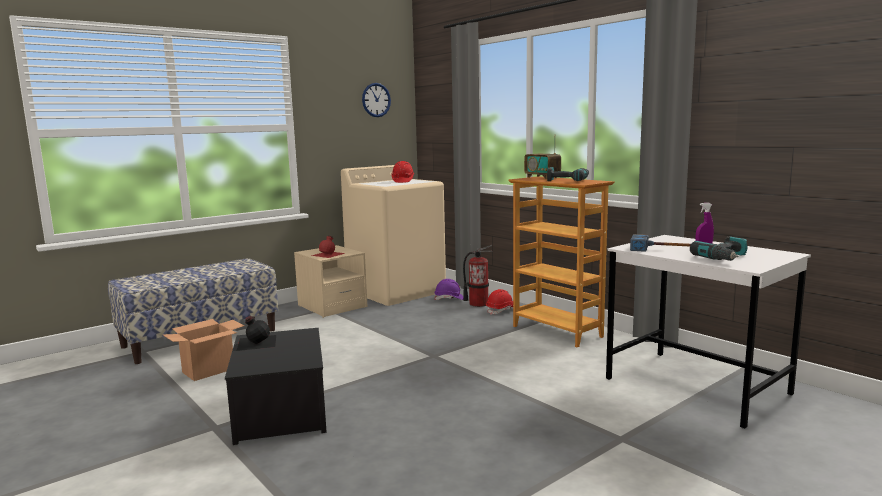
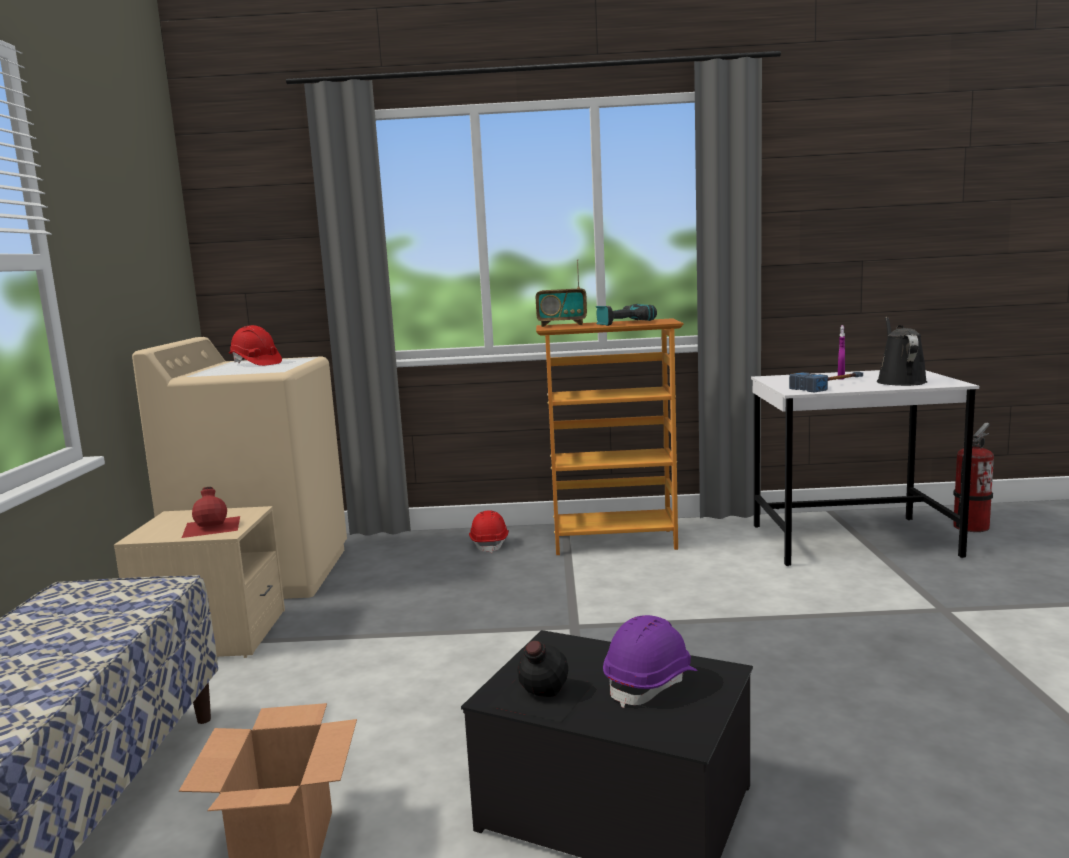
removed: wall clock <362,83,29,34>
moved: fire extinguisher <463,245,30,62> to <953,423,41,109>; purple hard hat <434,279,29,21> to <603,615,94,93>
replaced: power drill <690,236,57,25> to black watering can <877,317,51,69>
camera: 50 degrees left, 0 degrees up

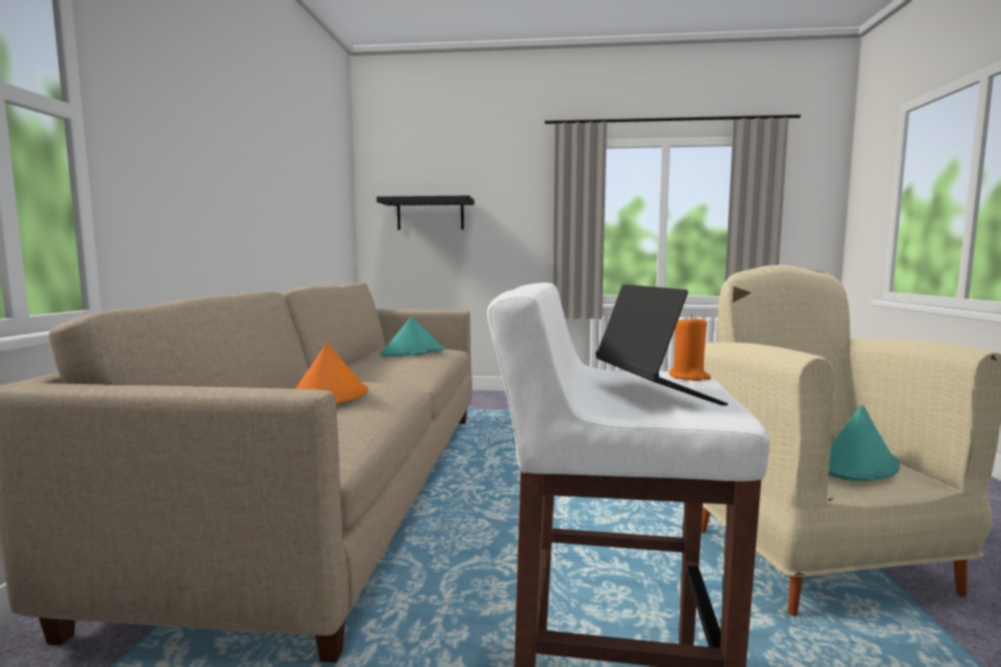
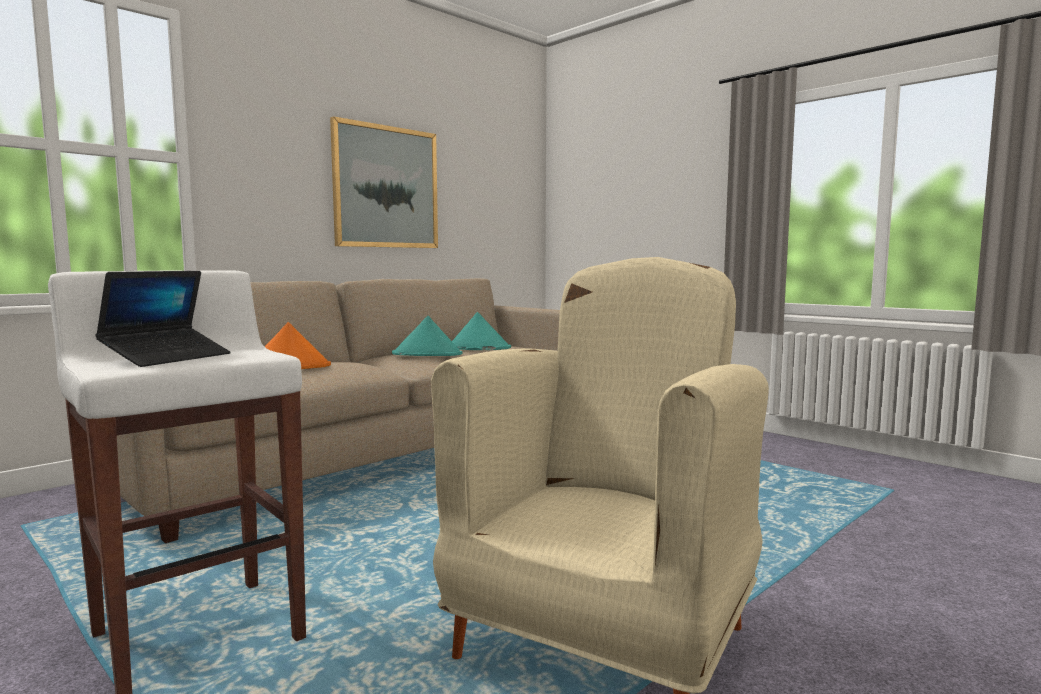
removed: black shelf <376,196,98,34>; orange candle <669,314,42,67>
added: picture <330,116,108,132>
moved: turquoise hat <829,405,71,76> to <392,316,70,40>
camera: 40 degrees right, 0 degrees up

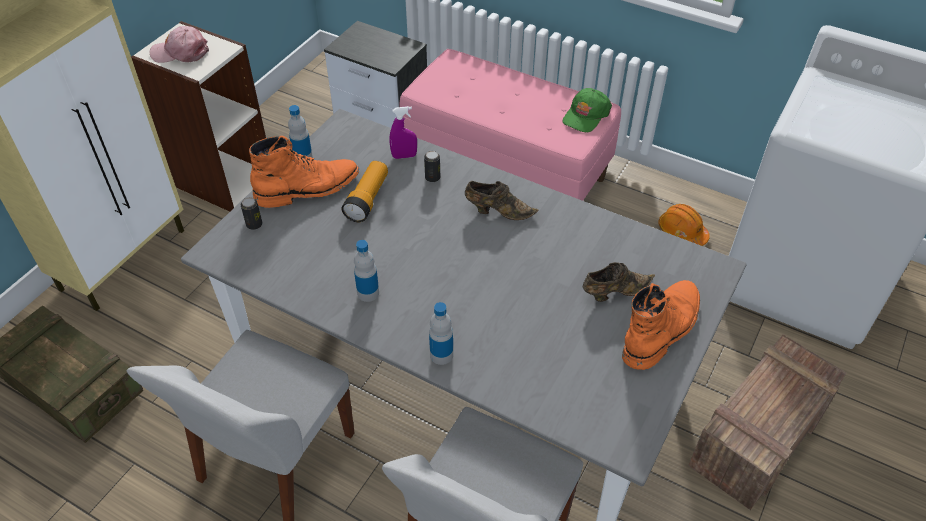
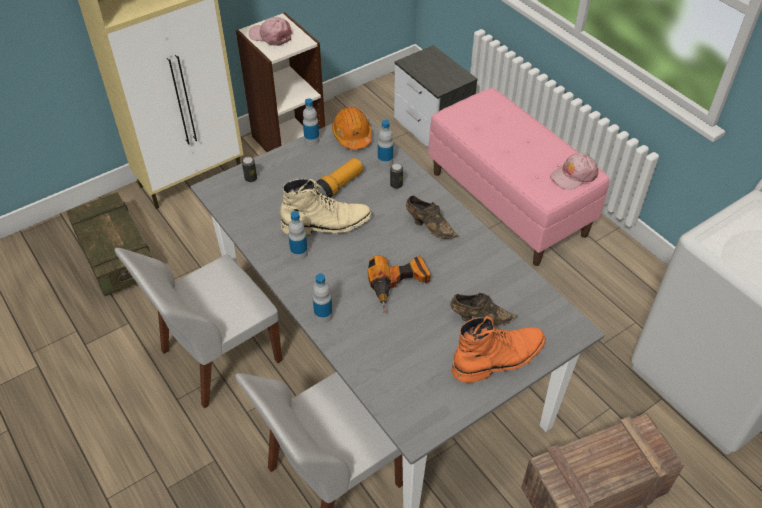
removed: orange boot <249,136,110,72>
added: beige boot <280,179,92,57>; power drill <368,255,63,58>
moved: orange hard hat <658,204,52,42> to <332,107,40,42>
replaced: purple spray bottle <390,106,27,53> to bottle <378,120,15,47>
recoloured: green cap <563,88,49,44> to pink cap <550,152,49,38>
camera: 25 degrees right, 0 degrees up

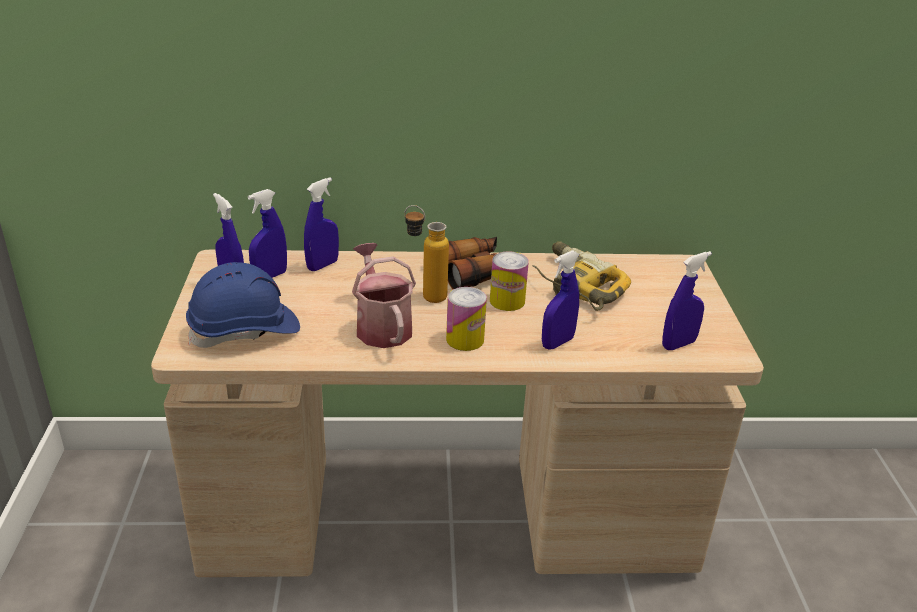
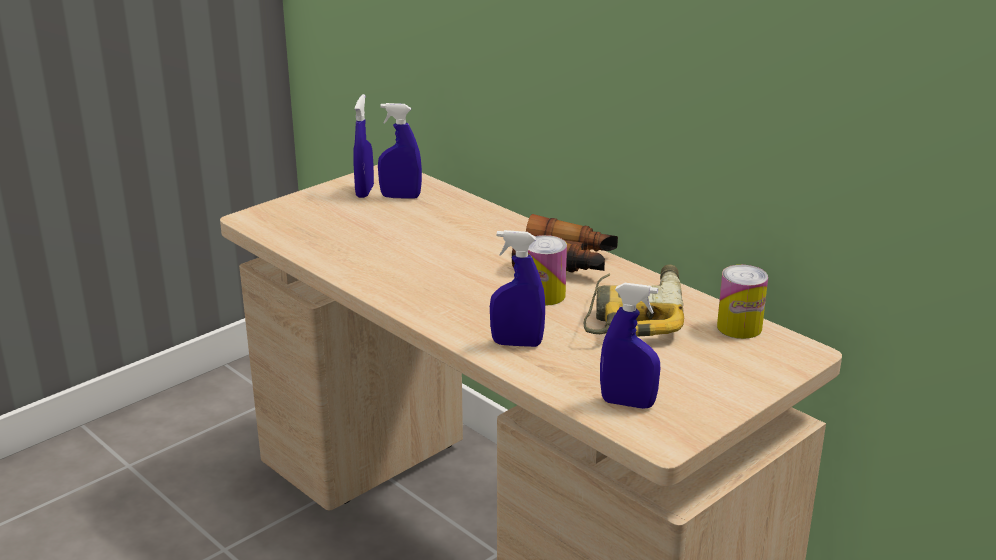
removed: blue spray bottle <304,178,35,93>; bottle <404,205,45,98>; watering can <352,243,64,105>; blue hard hat <186,262,114,86>
moved: can <446,287,41,64> to <717,265,51,74>
camera: 50 degrees right, 5 degrees down

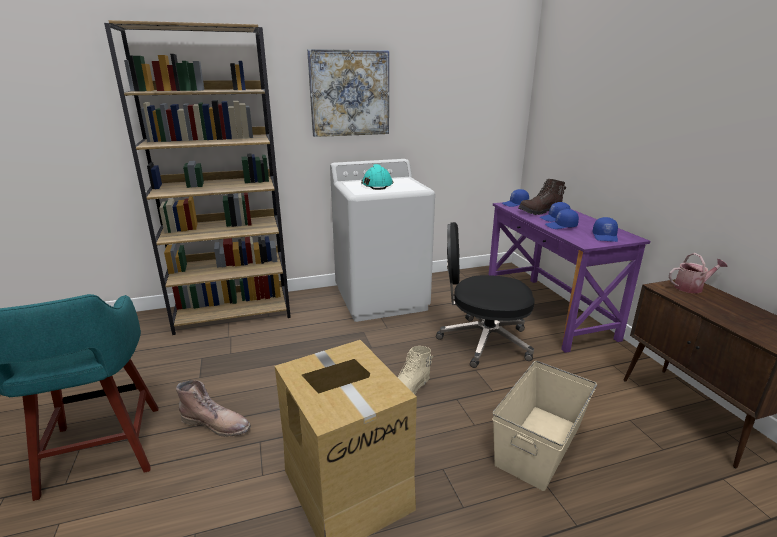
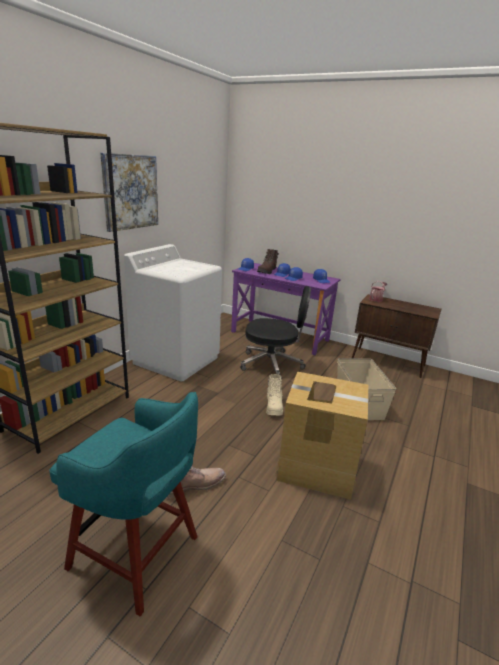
removed: turquoise hard hat <361,164,33,26>
turned: black office chair <436,222,99,146> = <240,286,71,94> 135 degrees counterclockwise
camera: 45 degrees left, 0 degrees up

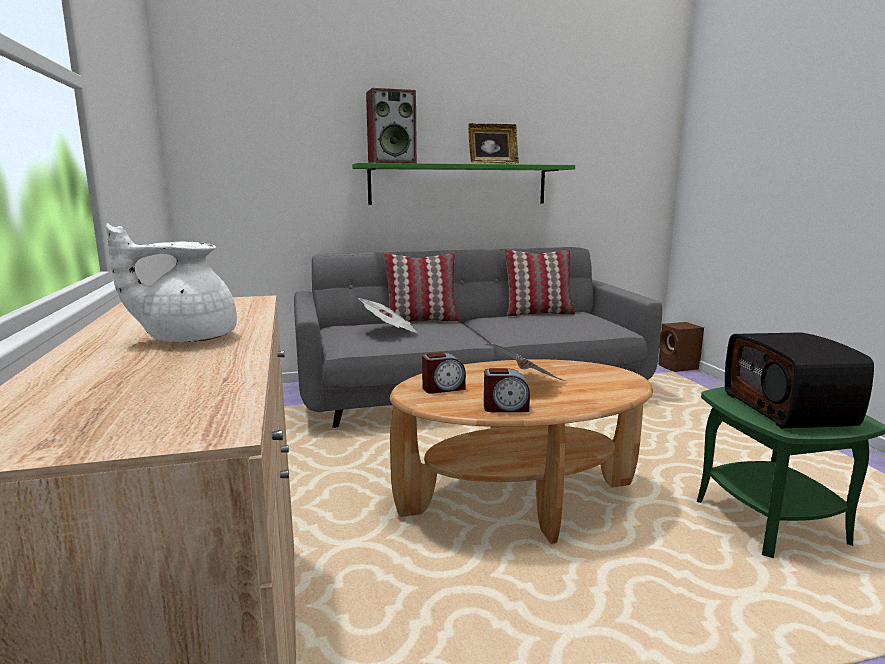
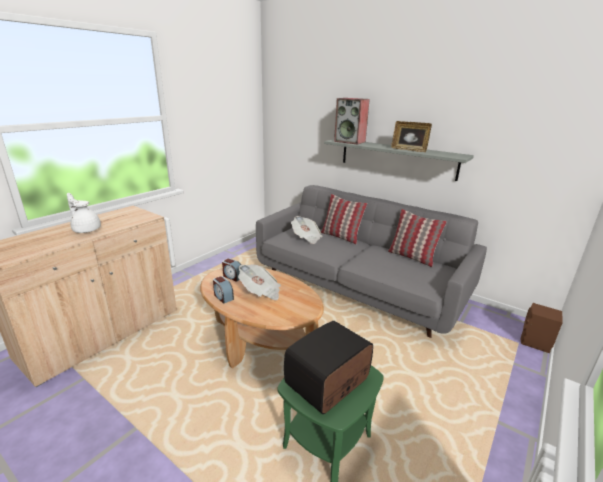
recoloured: green shelf <352,163,223,42> to grey shelf <324,139,150,42>
camera: 50 degrees right, 10 degrees up

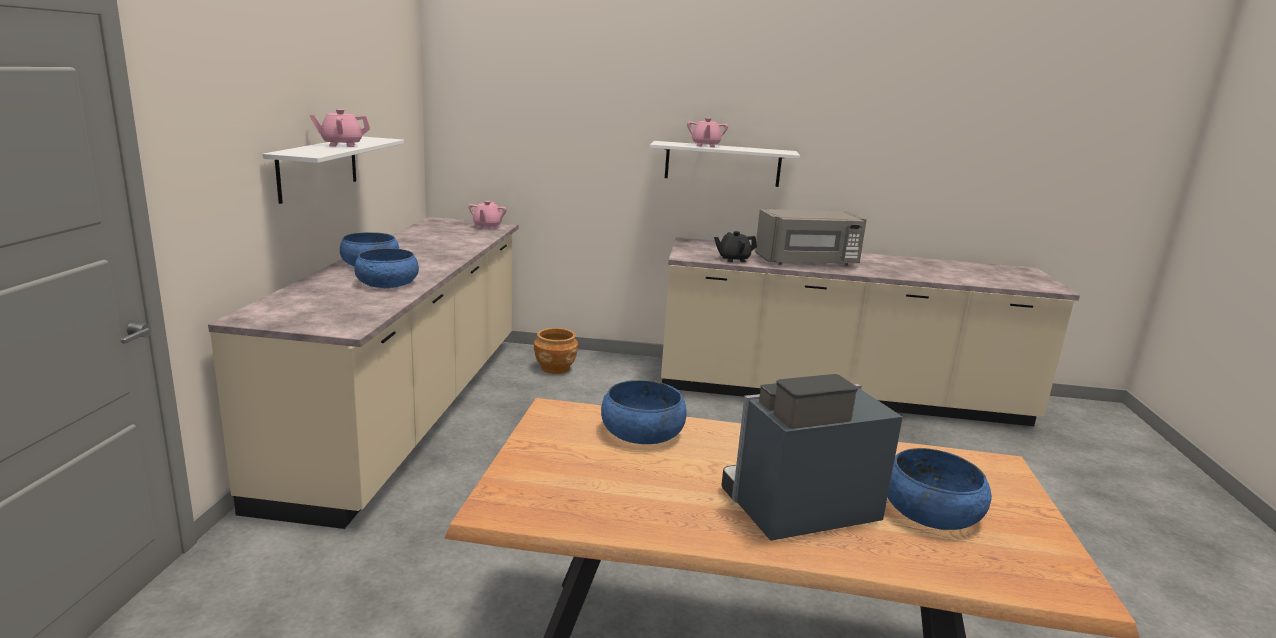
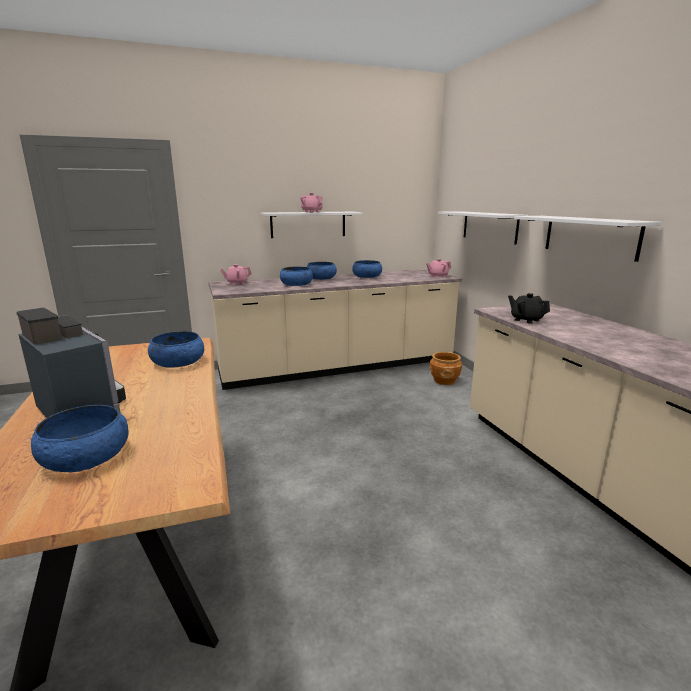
removed: grey microwave <755,209,112,57>
added: white shelf <438,211,90,34>; blue bowl <352,260,30,18>
moved: pink teapot <687,118,41,29> to <220,264,32,21>
camera: 65 degrees right, 0 degrees up

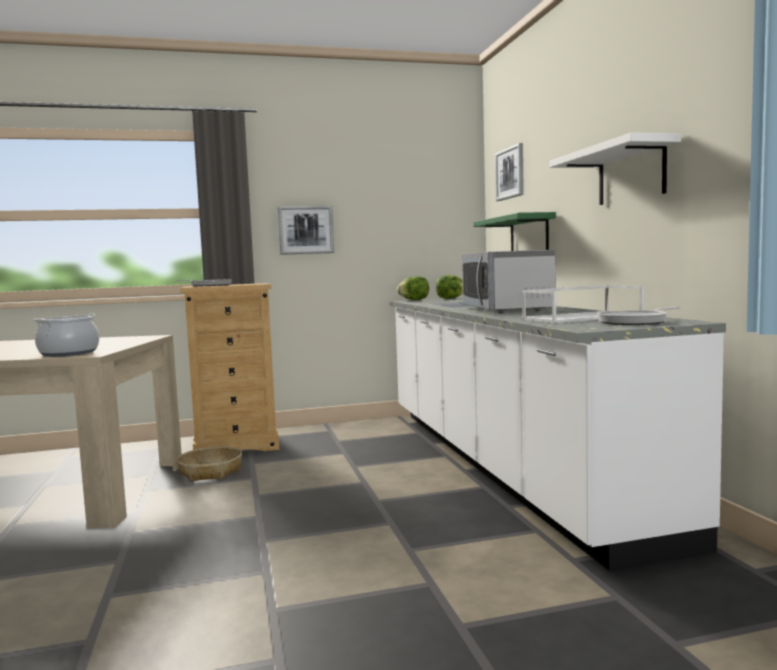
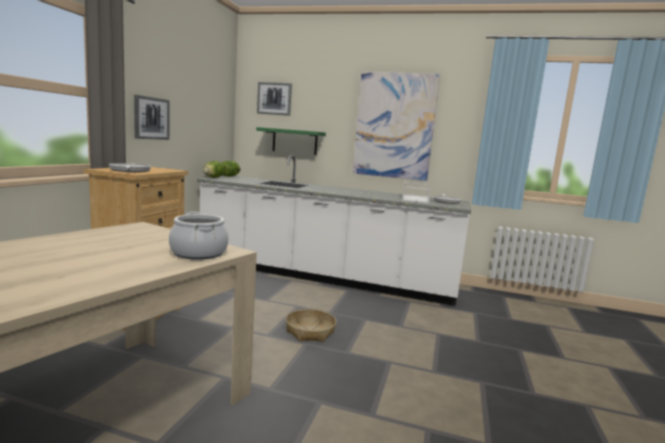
removed: microwave <462,250,93,63>
moved: basket <177,446,65,36> to <286,309,50,33>
replaced: white shelf <550,132,131,73> to picture <353,71,87,110>
camera: 60 degrees left, 5 degrees up

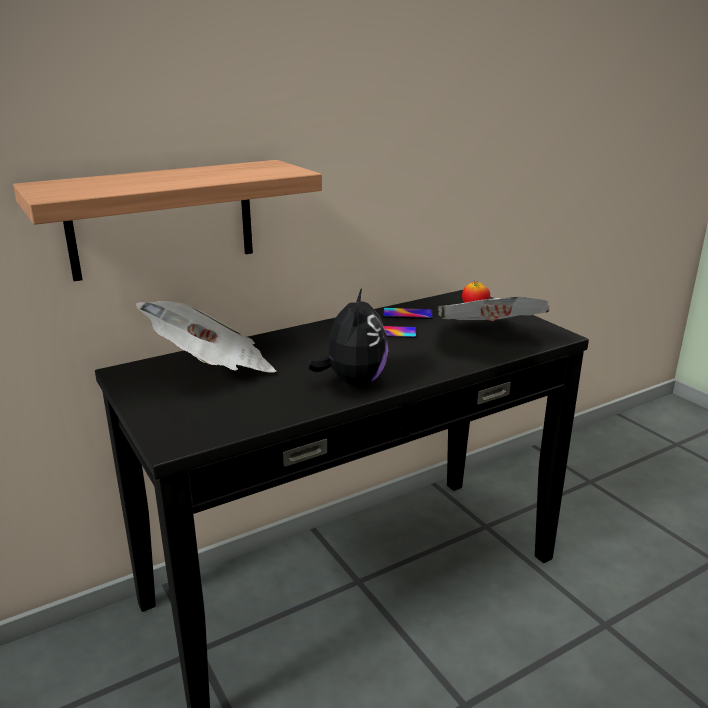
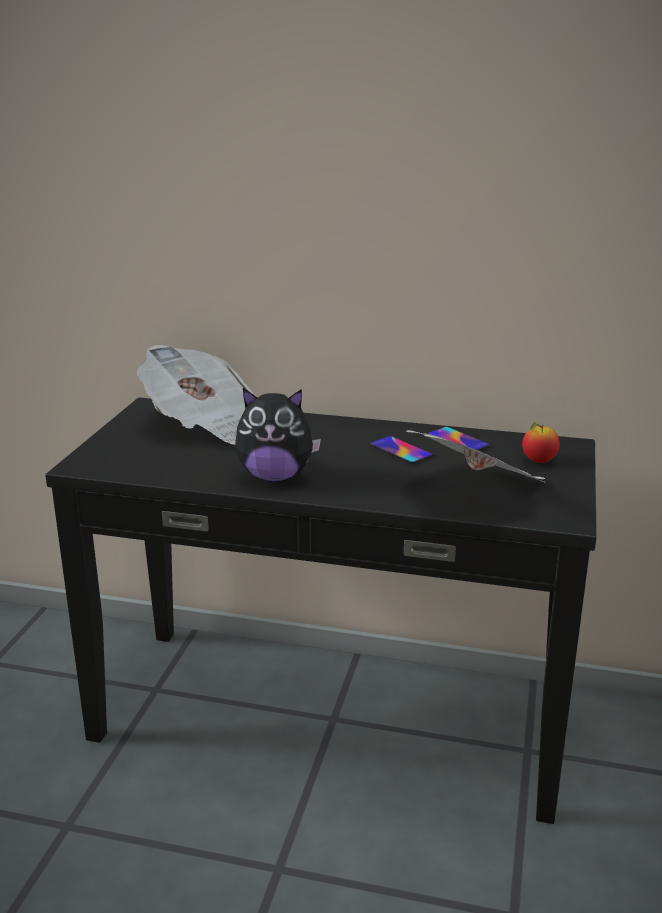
removed: shelf <13,160,309,121>
turned: plush toy <307,288,81,98> = <235,388,86,94> 45 degrees clockwise
camera: 45 degrees right, 0 degrees up

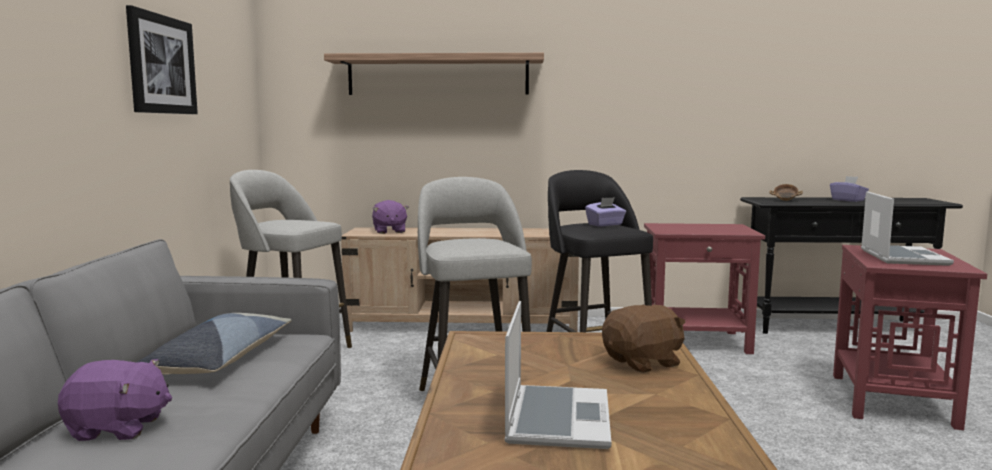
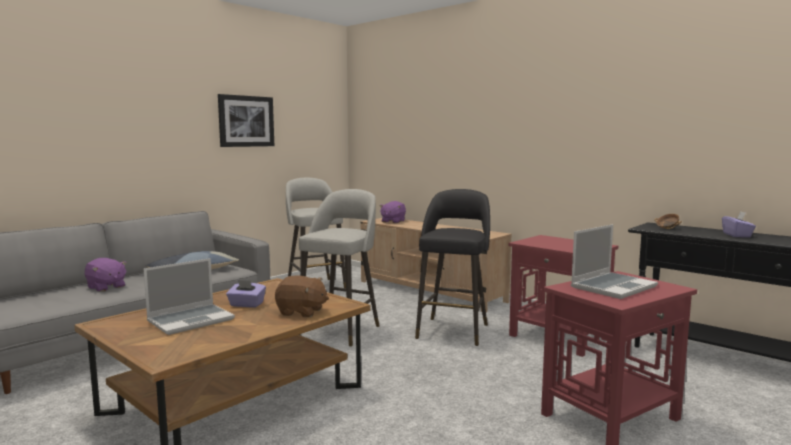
removed: shelf <324,53,220,42>
moved: purple tissue box <585,197,41,30> to <226,280,40,28>
camera: 40 degrees right, 0 degrees up

